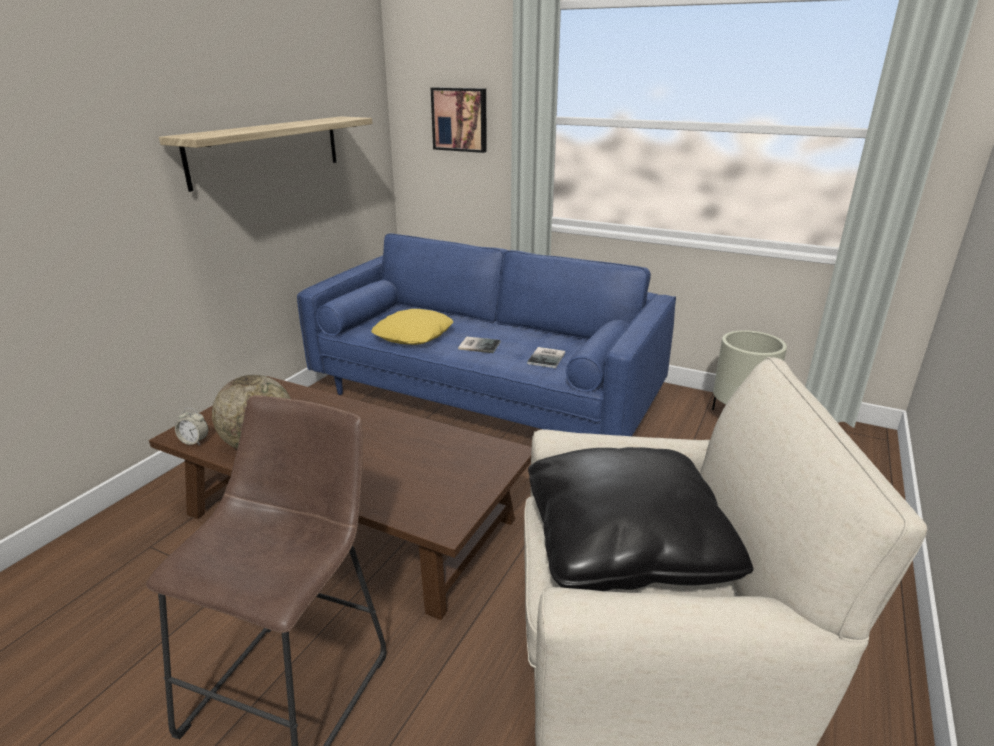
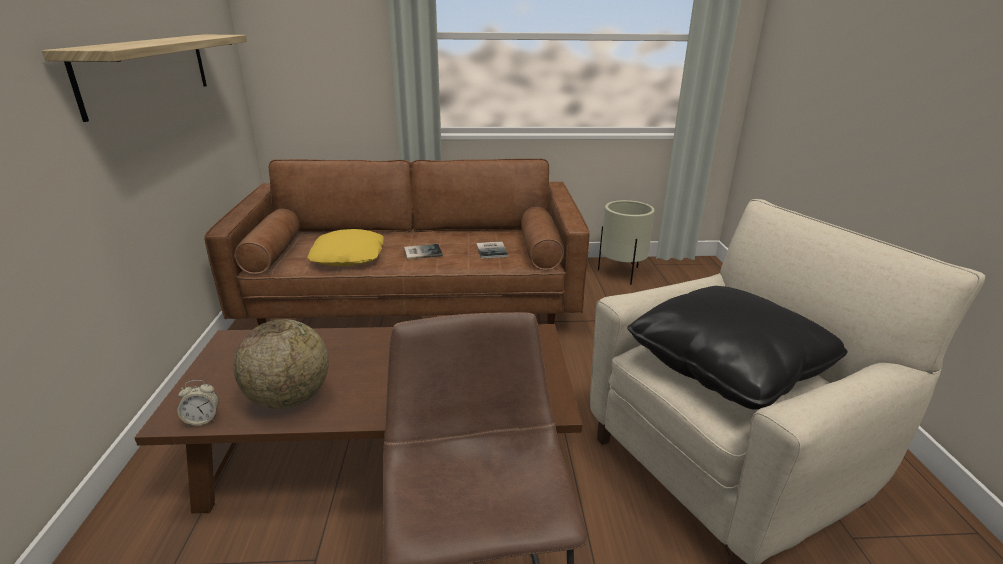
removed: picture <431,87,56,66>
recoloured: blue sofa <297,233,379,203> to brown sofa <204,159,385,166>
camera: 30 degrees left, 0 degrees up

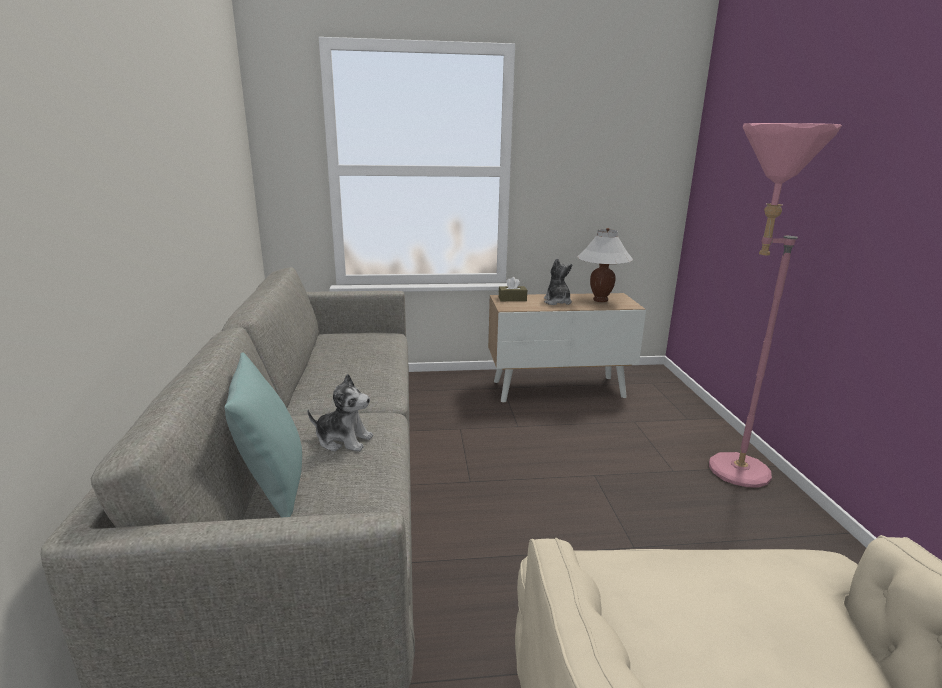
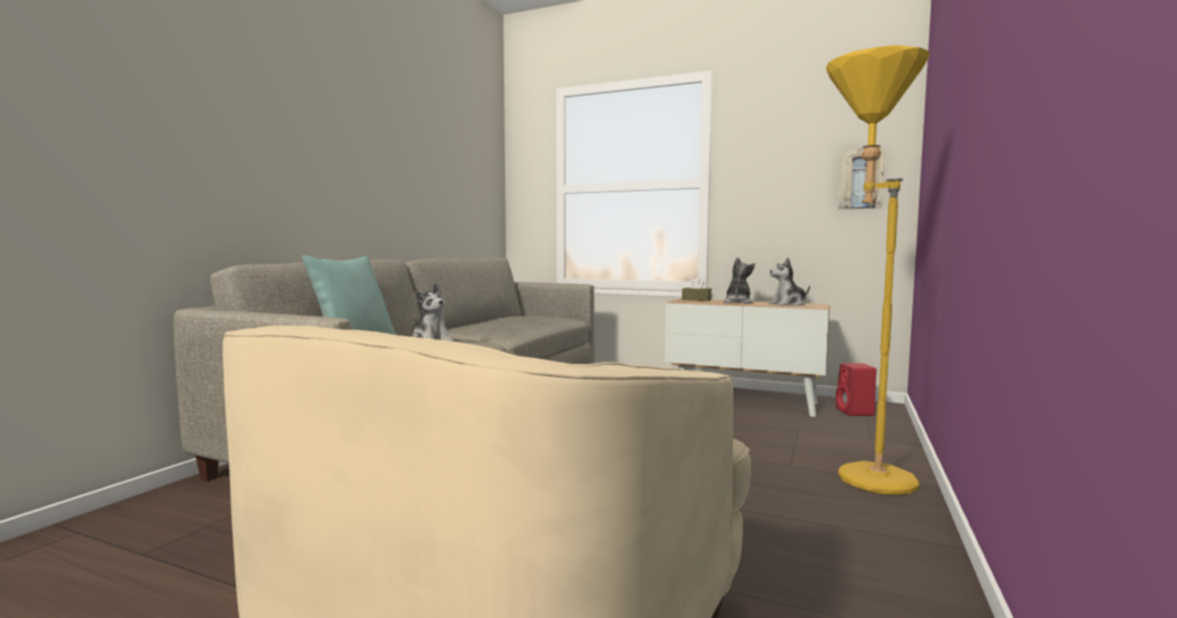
added: picture <839,148,46,61>; red speaker <836,363,41,53>
replaced: white table lamp <577,228,56,75> to plush toy <769,258,41,48>
recoloured: pink floor lamp <709,123,133,365> to yellow floor lamp <826,45,104,450>
camera: 30 degrees right, 15 degrees down

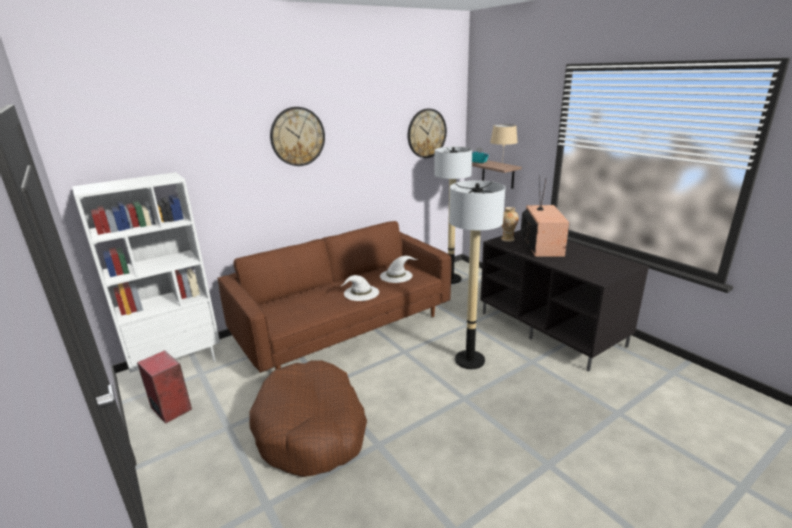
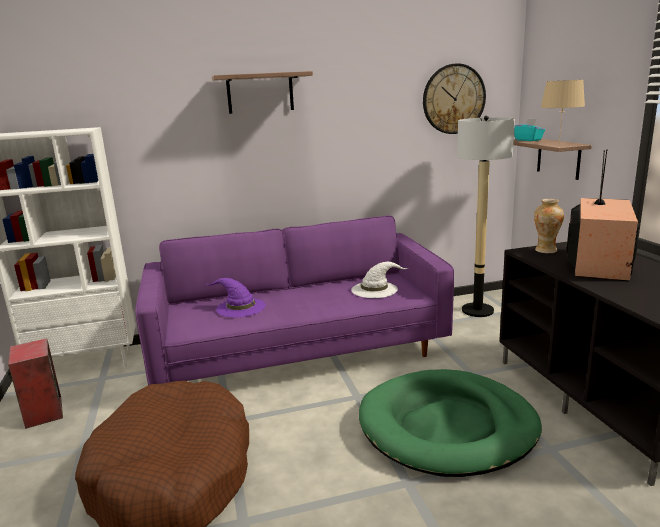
removed: white hat <341,275,38,26>
added: purple hat <207,278,59,39>
replaced: wall clock <270,107,55,59> to shelf <212,71,101,43>; floor lamp <449,180,56,189> to green dog bed <359,369,183,108>
recoloured: brown sofa <218,221,233,152> to purple sofa <135,216,319,169>
camera: 20 degrees right, 5 degrees down

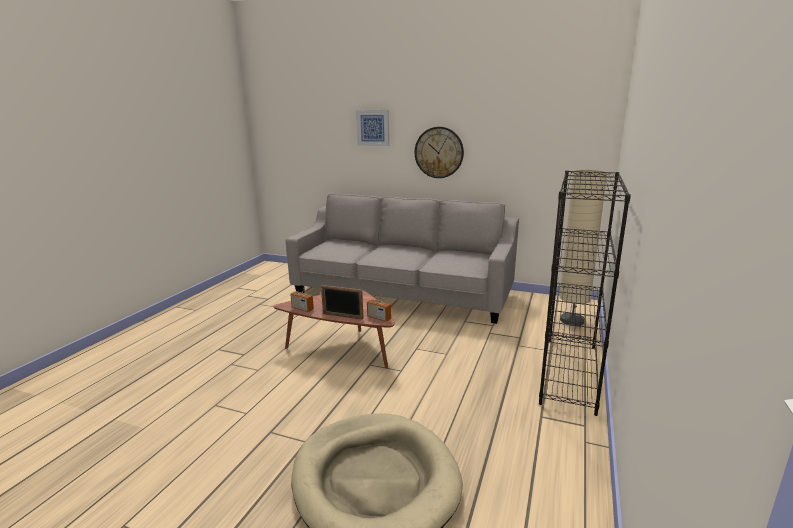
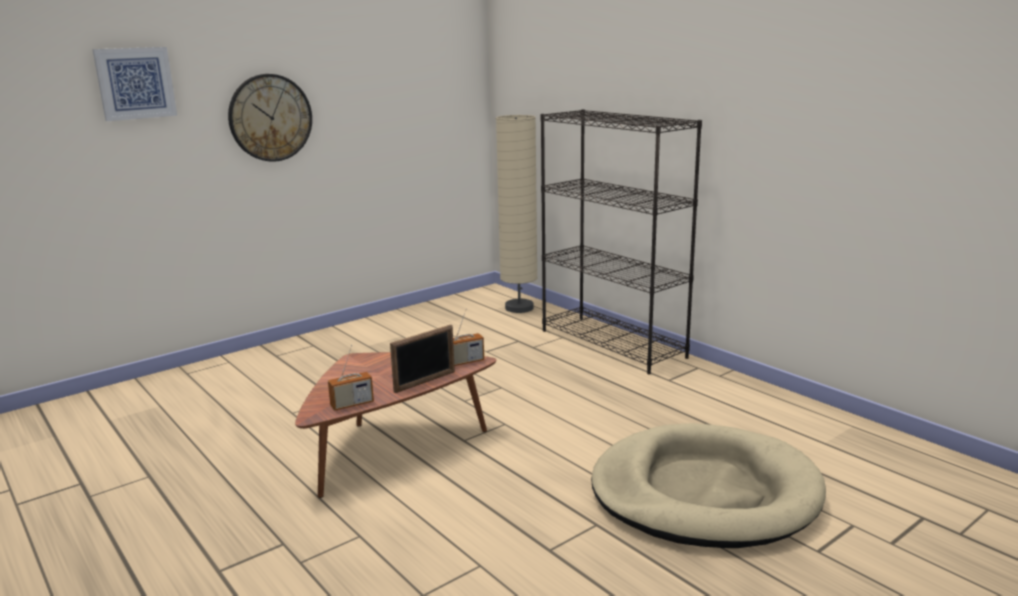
removed: grey sofa <286,194,233,130>
camera: 60 degrees left, 0 degrees up

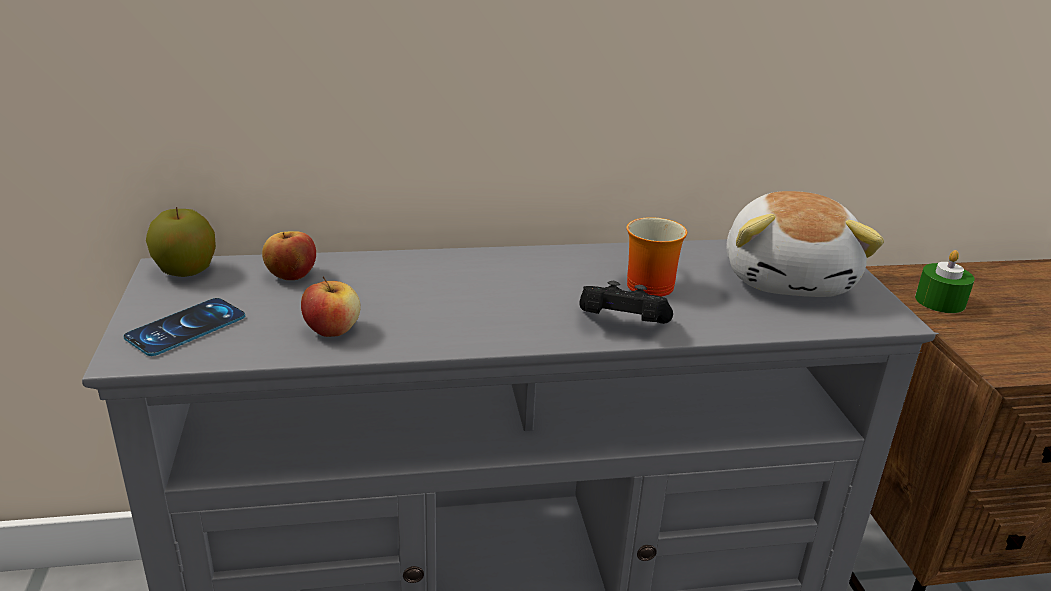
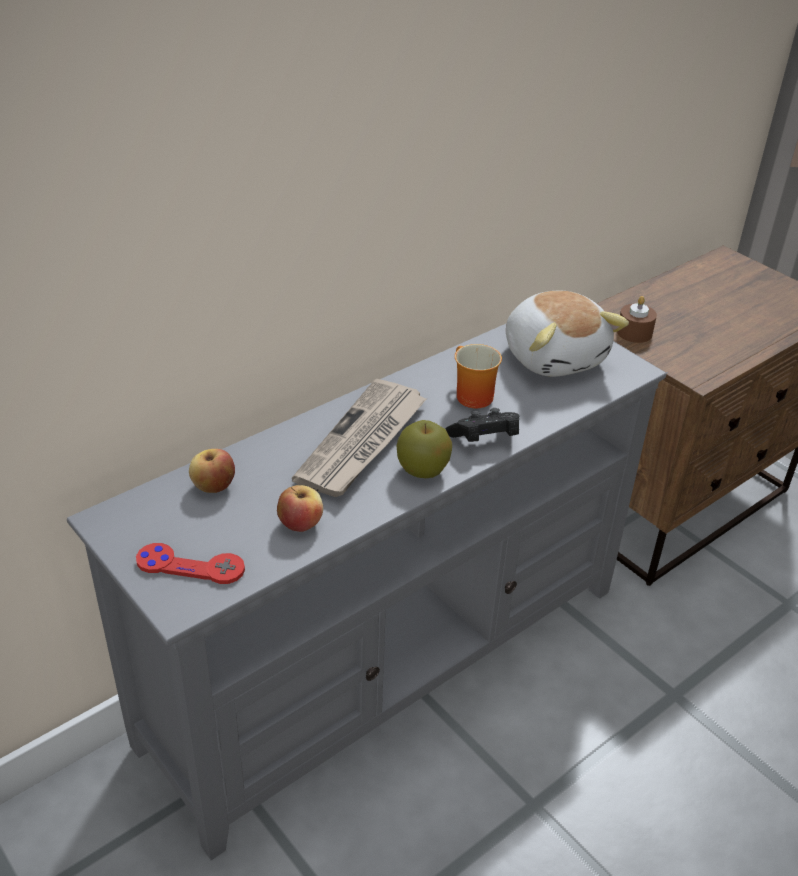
added: newspaper <292,378,135,119>
moved: apple <146,207,70,70> to <397,420,55,58>
replaced: phone <123,298,122,58> to red game controller <136,543,109,41>
recoloured: green candle <915,250,60,63> to brown candle <617,296,40,47>
camera: 30 degrees left, 10 degrees up

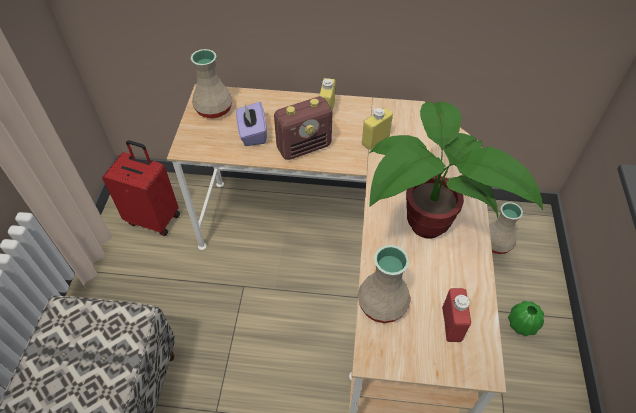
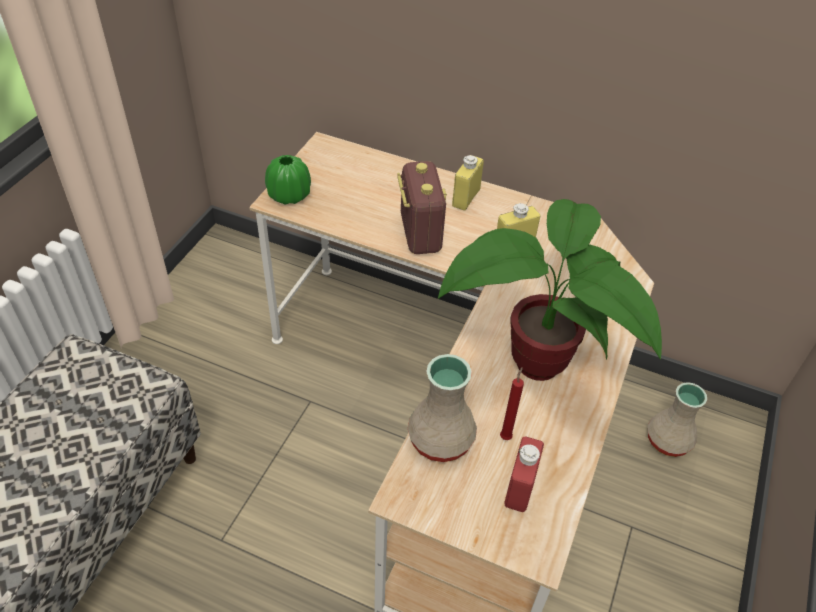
removed: beige vase <190,49,42,69>; purple tissue box <236,102,31,44>; red suitcase <102,140,78,96>
added: red candle <500,367,24,73>
moved: green vase <508,301,36,35> to <265,155,46,50>
turned: radio <274,96,58,64> = <397,161,50,93> 90 degrees counterclockwise
camera: 15 degrees right, 5 degrees down

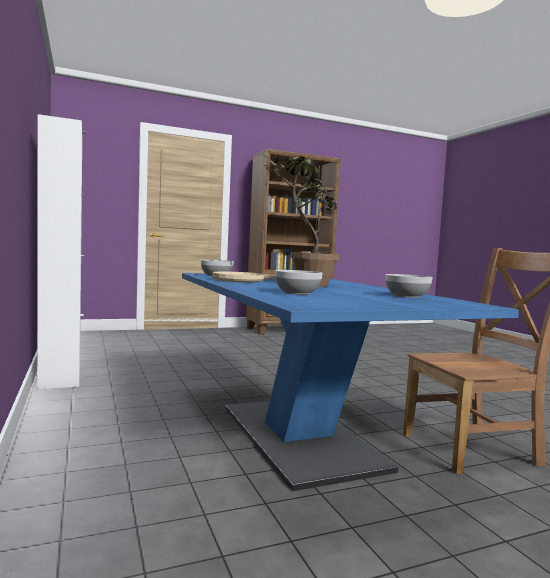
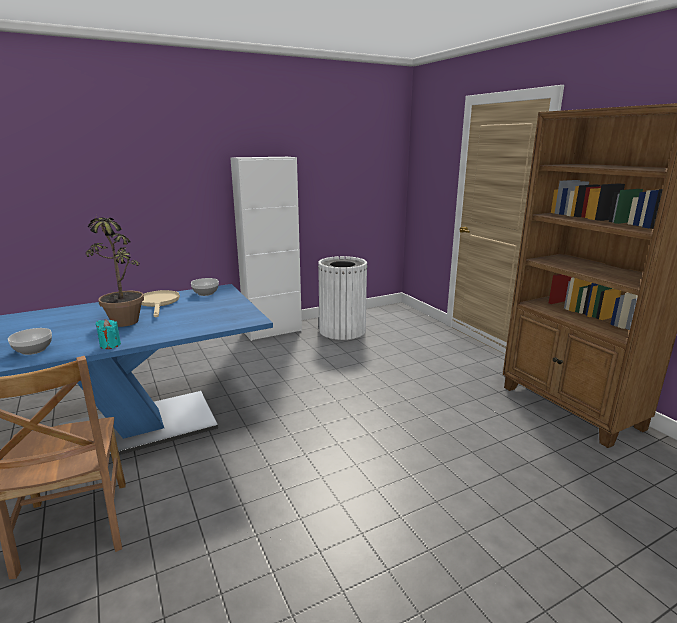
removed: bowl <275,270,47,25>
added: white trash can <318,256,50,84>; turquoise candle <96,319,25,30>
camera: 85 degrees right, 15 degrees up

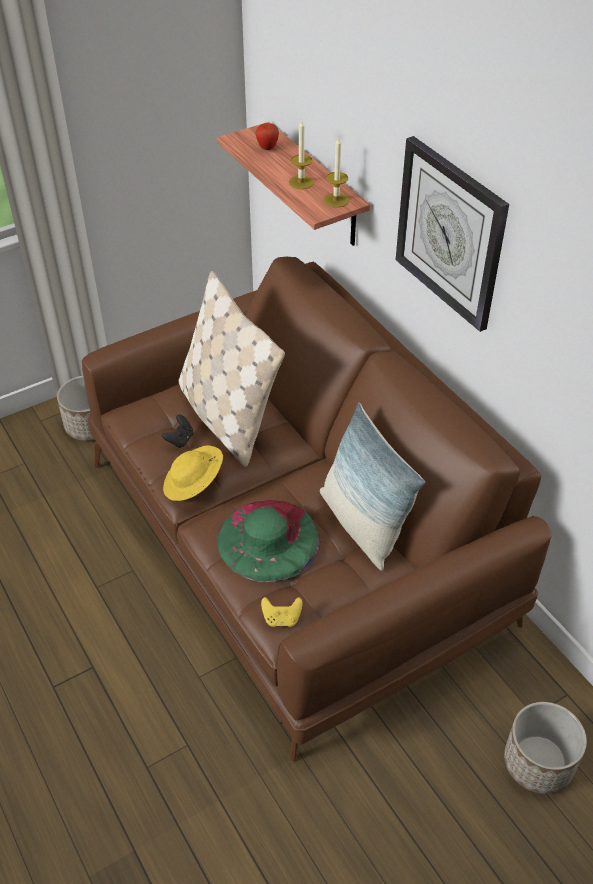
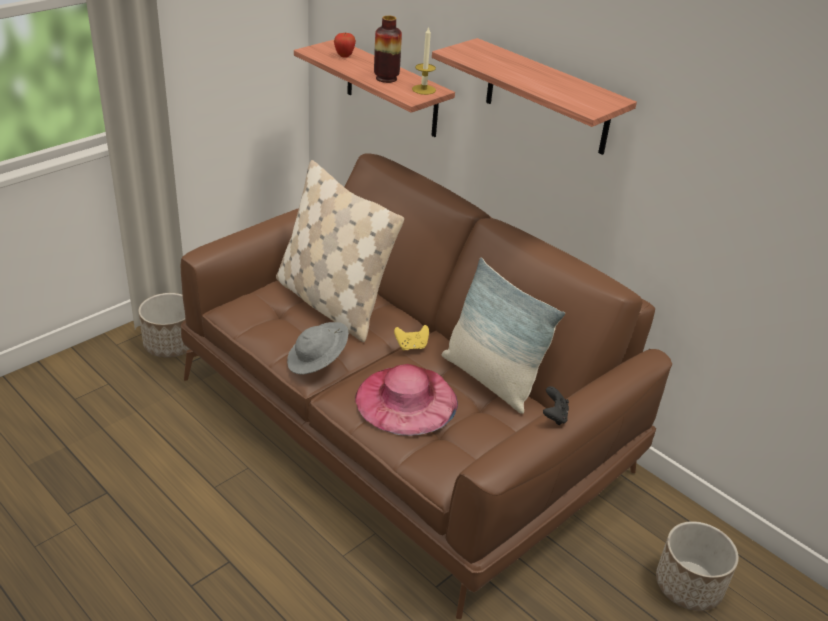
moved: black game controller <162,415,32,33> to <543,386,26,40>; yellow game controller <261,597,41,30> to <394,325,35,25>
replaced: candle <289,119,25,70> to vase <374,16,28,67>; wall clock <396,136,113,196> to shelf <432,38,205,117>
recoloured: yellow hat <163,446,60,55> to grey hat <287,322,62,53>; green hat <217,500,104,82> to pink hat <355,364,103,72>
camera: 15 degrees left, 10 degrees down

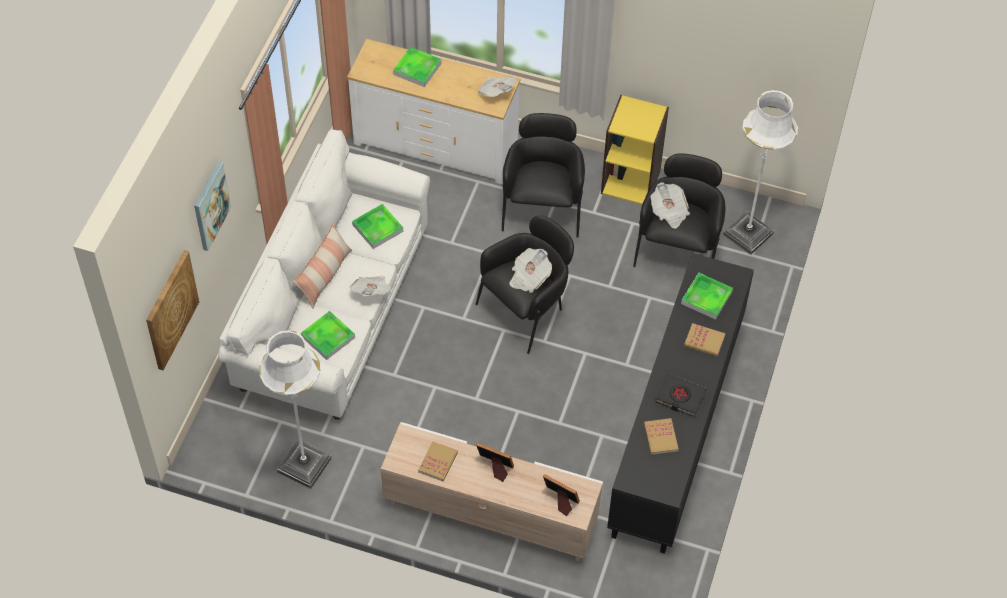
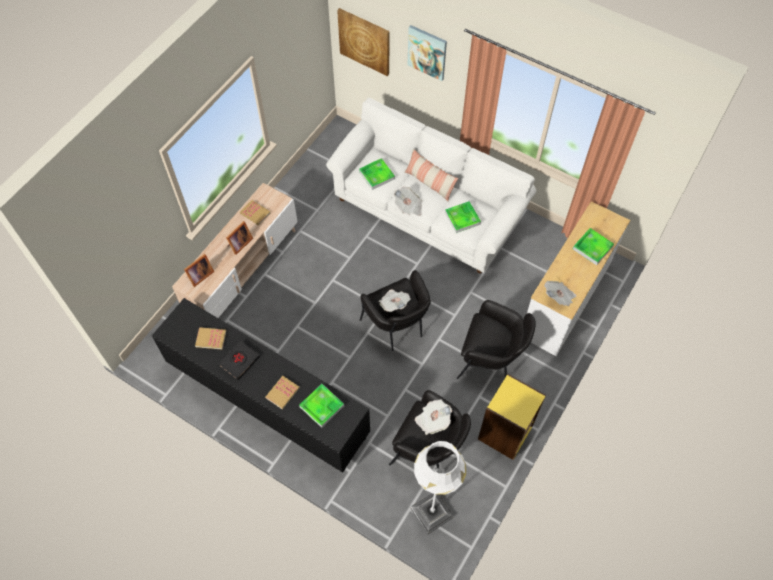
removed: white floor lamp <259,330,73,159>
camera: 105 degrees right, 5 degrees up

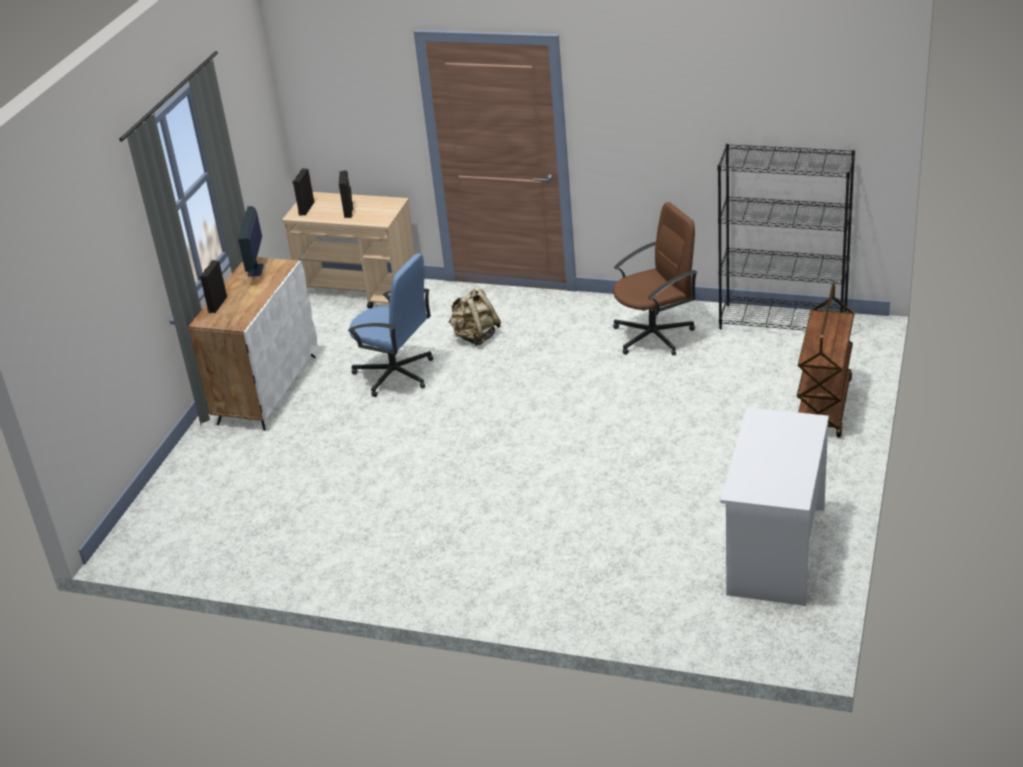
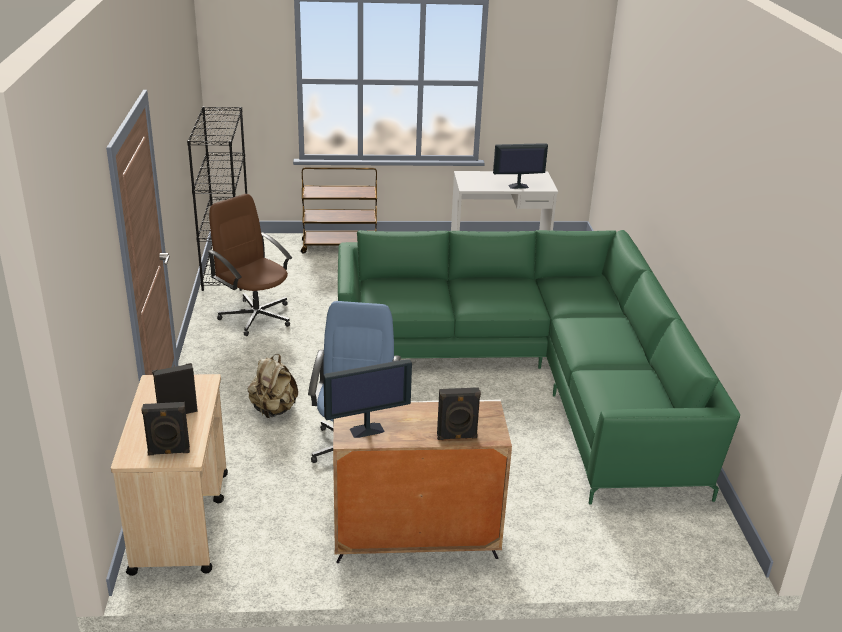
added: monitor <493,143,55,46>; green sofa <338,230,402,275>
camera: 115 degrees left, 5 degrees down

